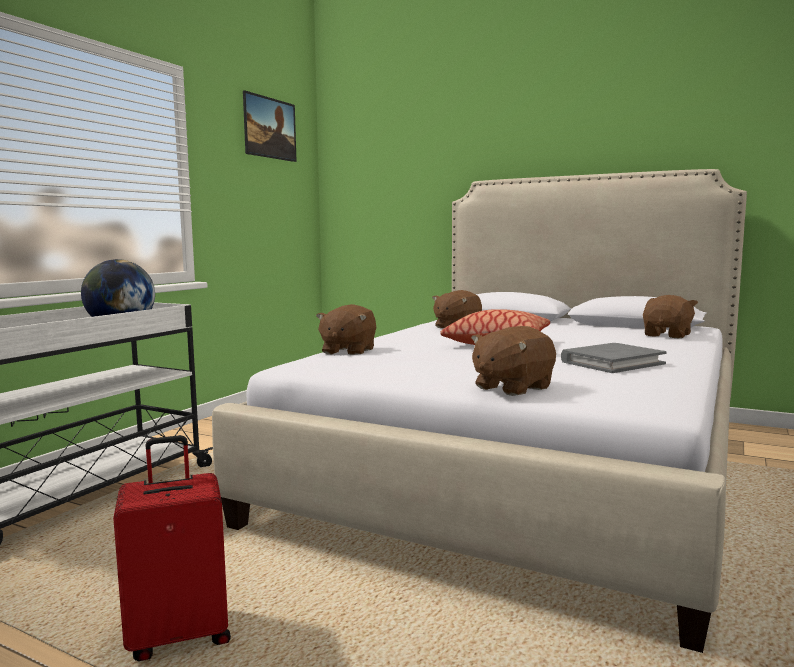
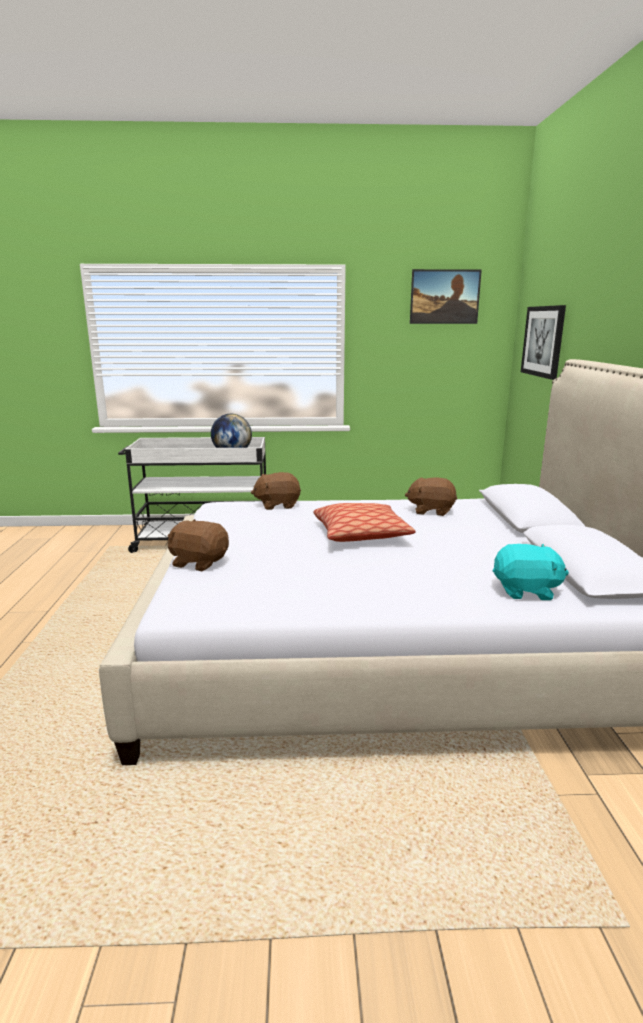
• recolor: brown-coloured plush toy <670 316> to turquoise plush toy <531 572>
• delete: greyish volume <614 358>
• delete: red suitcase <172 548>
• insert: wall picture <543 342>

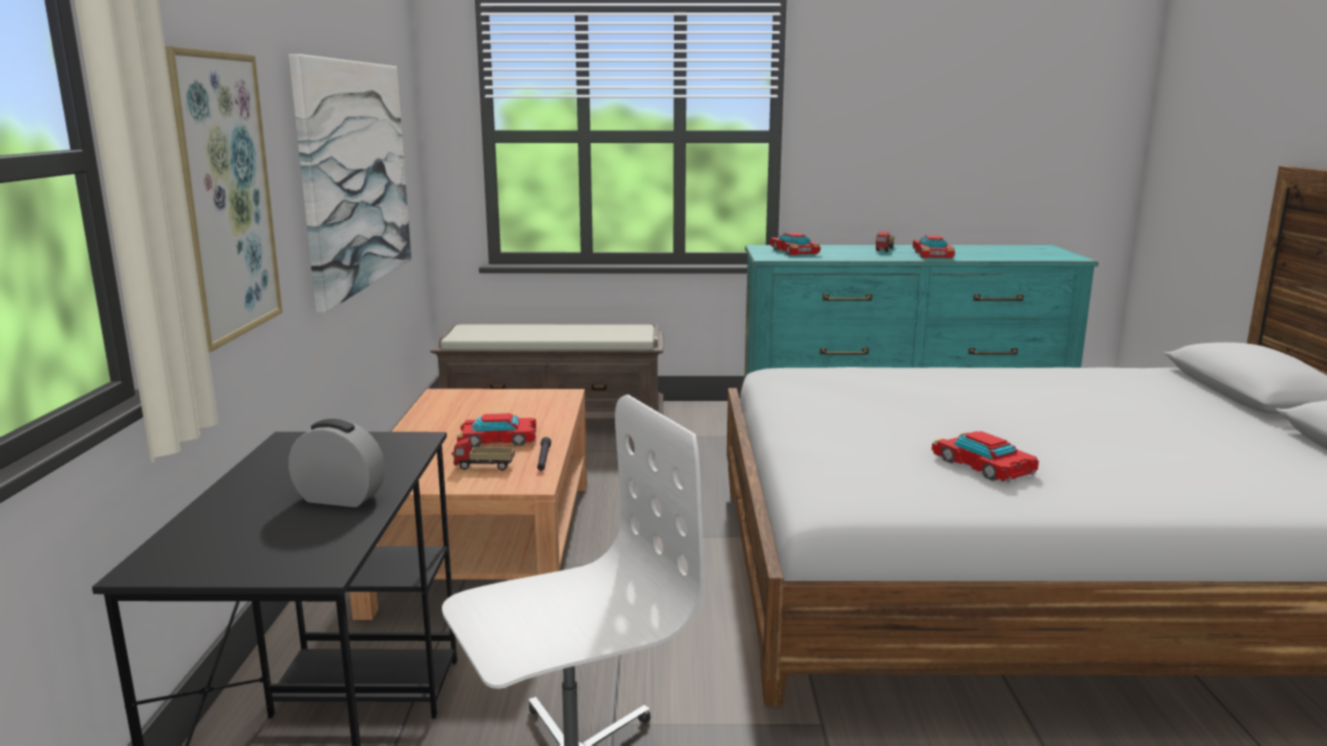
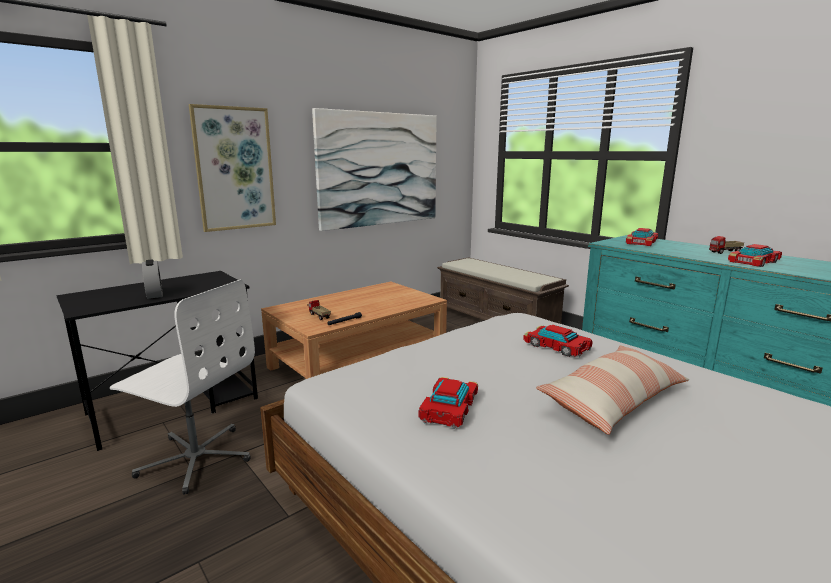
• move: model car <496 430> to <558 341>
• insert: cushion <612 390>

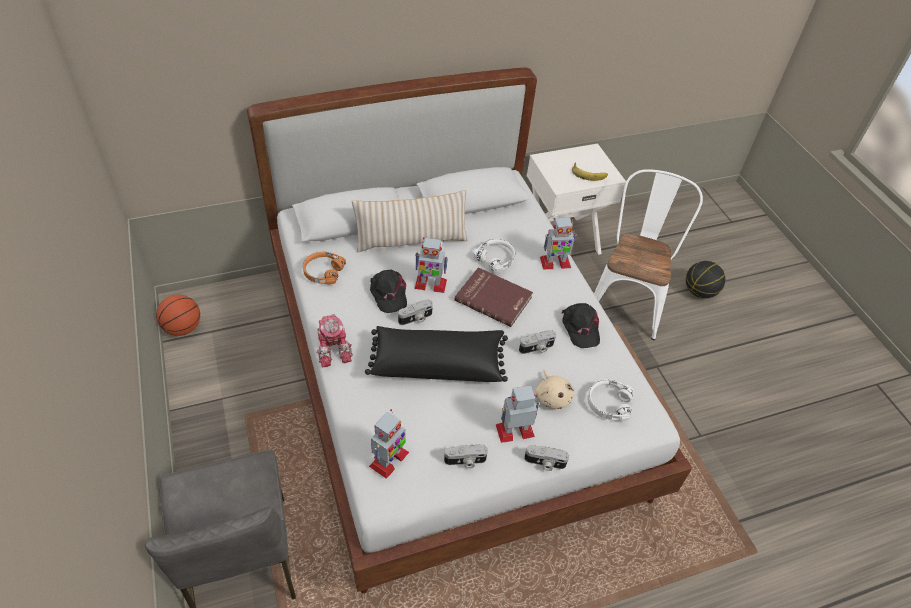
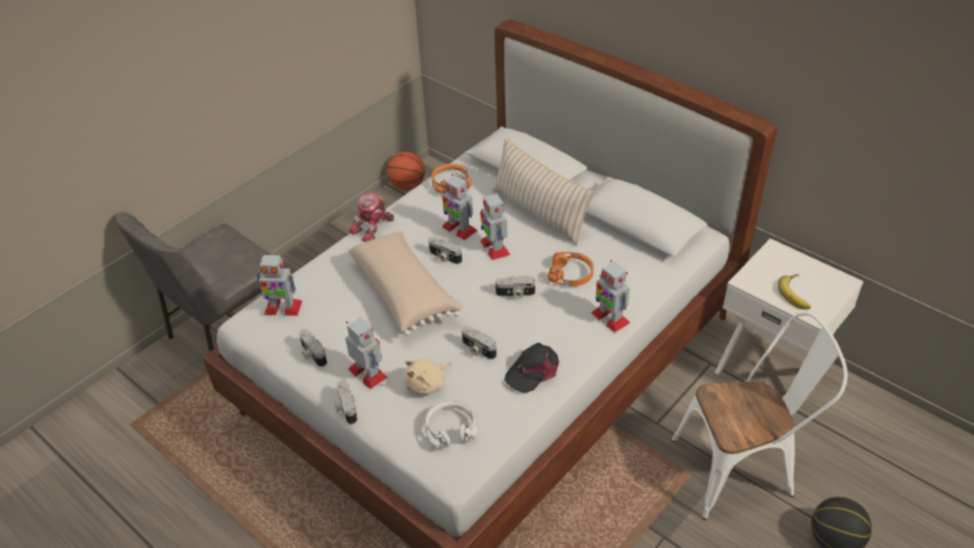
• recolor: white pair of headphones <495 255> to orange pair of headphones <571 269>
• replace: red volume <494 297> to photo camera <515 287>
• replace: black baseball cap <388 291> to model robot <459 207>
• recolor: black cushion <436 354> to beige-coloured cushion <405 283>

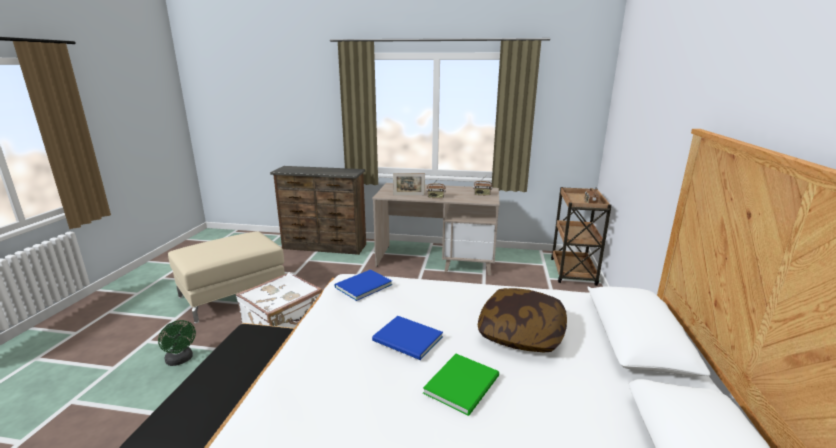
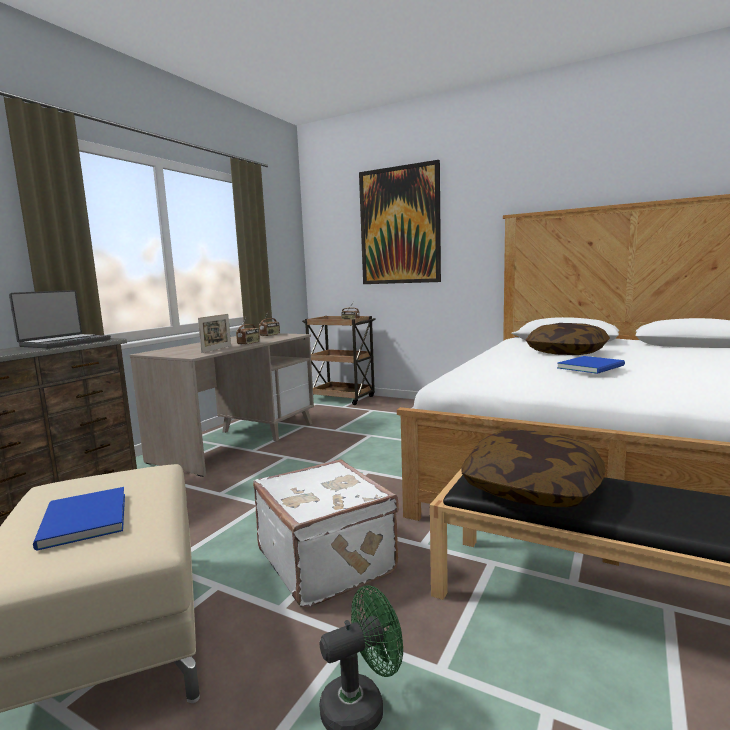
• move: blue-coloured volume <363 285> to <79 519>
• delete: green-coloured volume <461 385>
• insert: wall picture <400 222>
• insert: portable computer <60 319>
• insert: cushion <533 468>

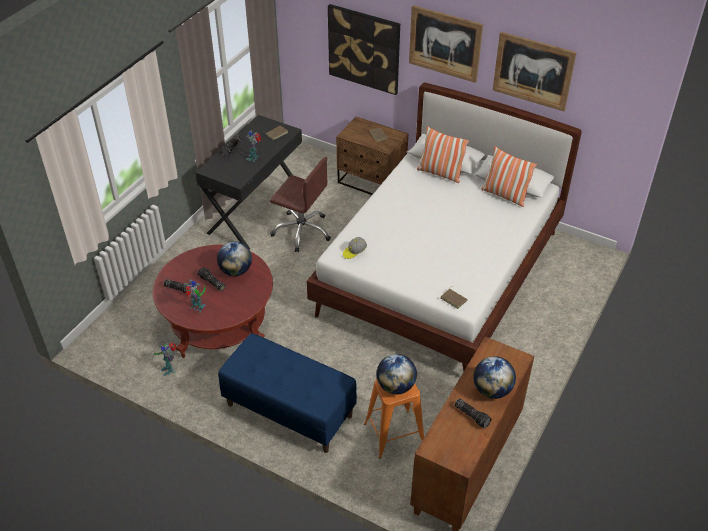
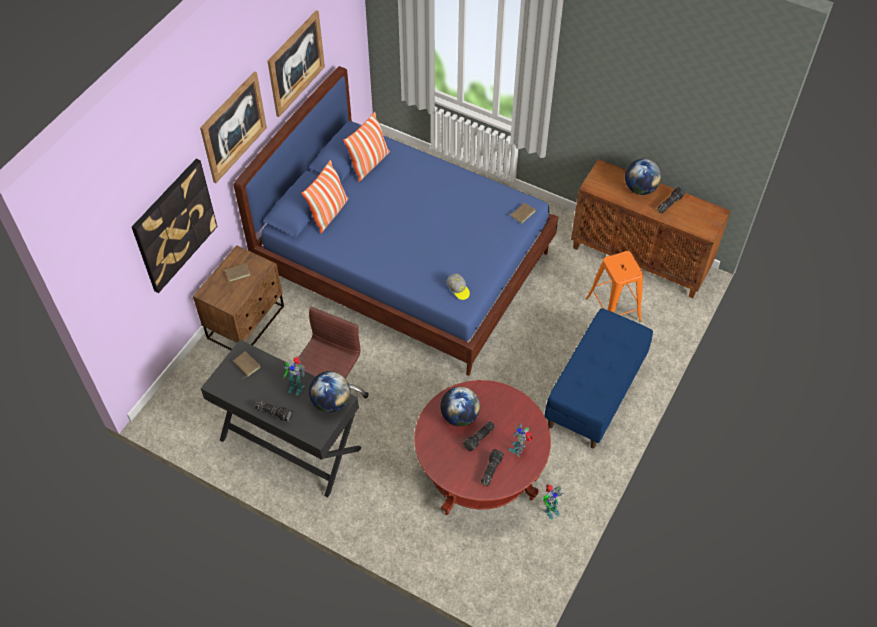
• recolor: white sleeping bed <444 227> to blue-coloured sleeping bed <396 221>
• move: desk globe <397 374> to <329 392>

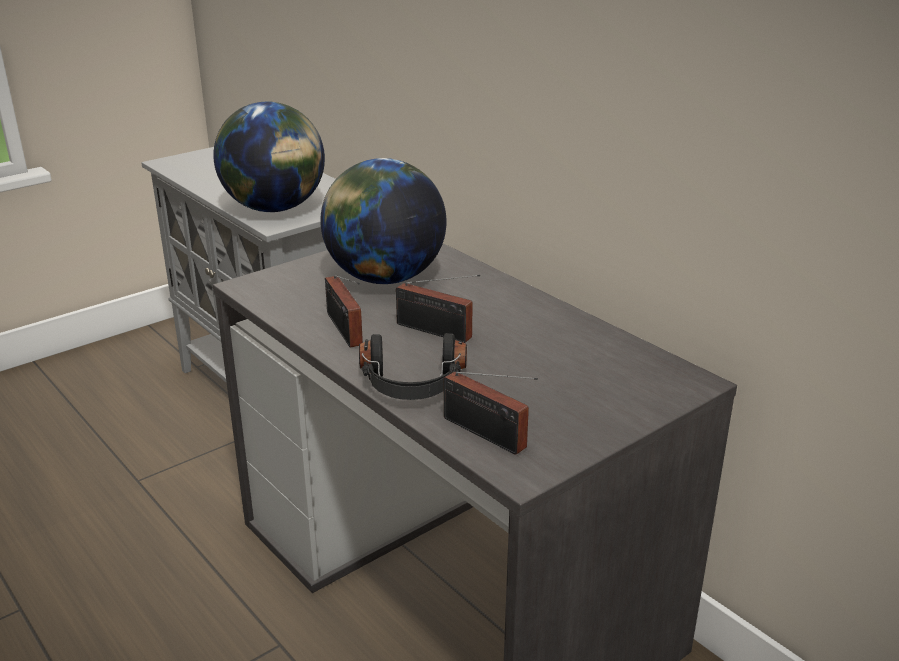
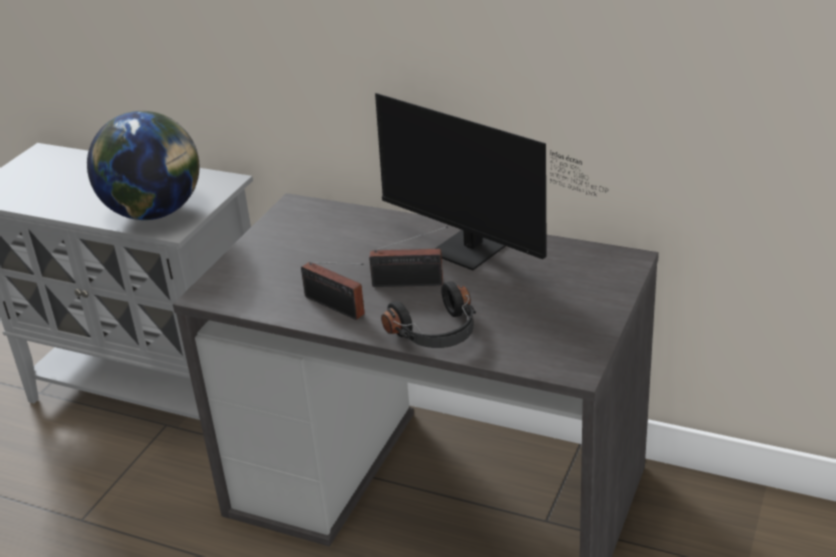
• delete: desk globe <383 221>
• delete: radio receiver <491 413>
• insert: monitor <490 181>

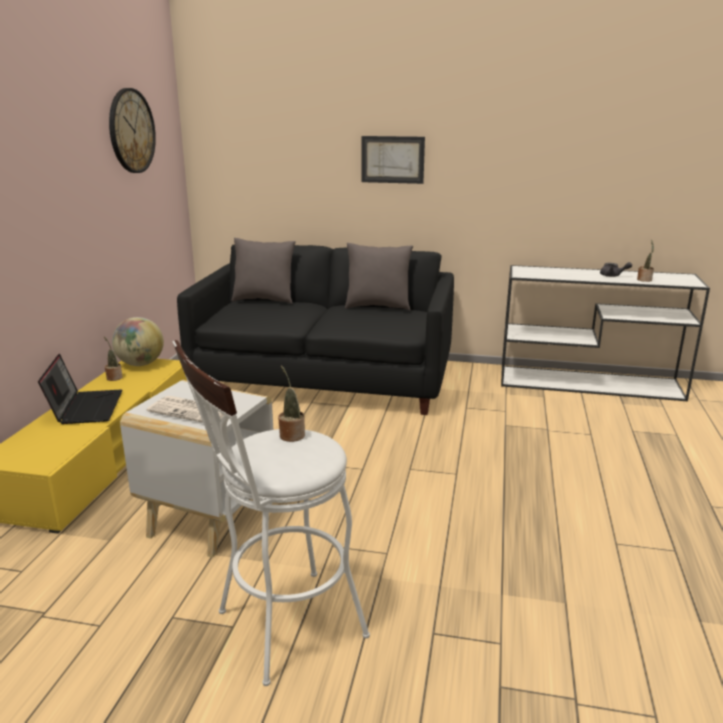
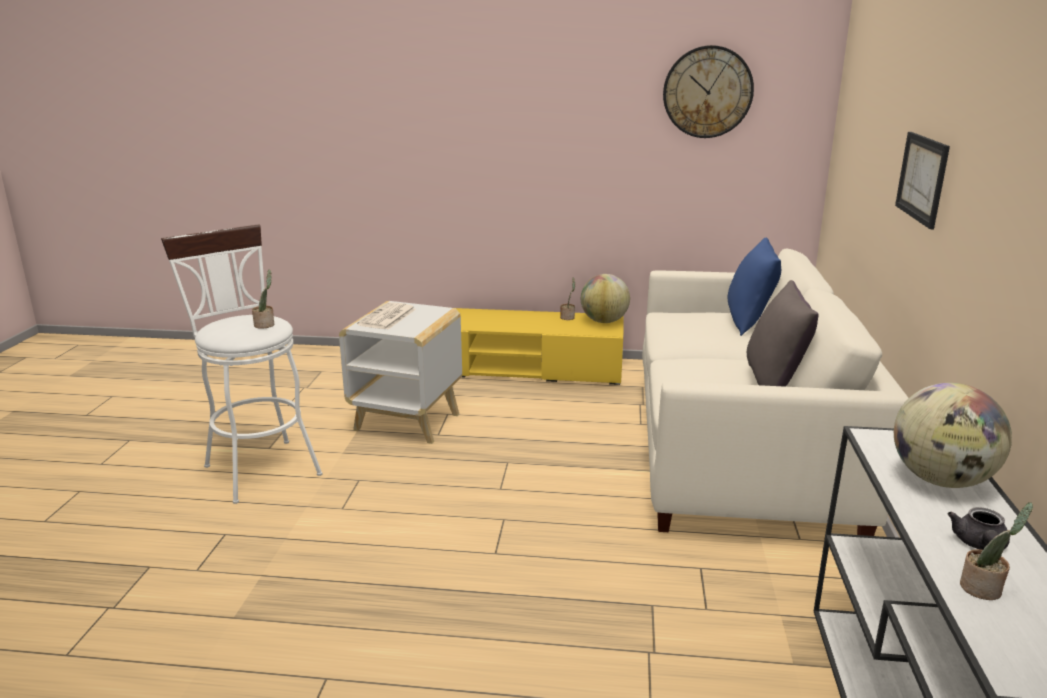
• recolor: greyish cushion <264 271> to blue-coloured cushion <754 287>
• recolor: black settee <315 329> to white settee <775 392>
• delete: portable computer <80 389>
• insert: desk globe <953 435>

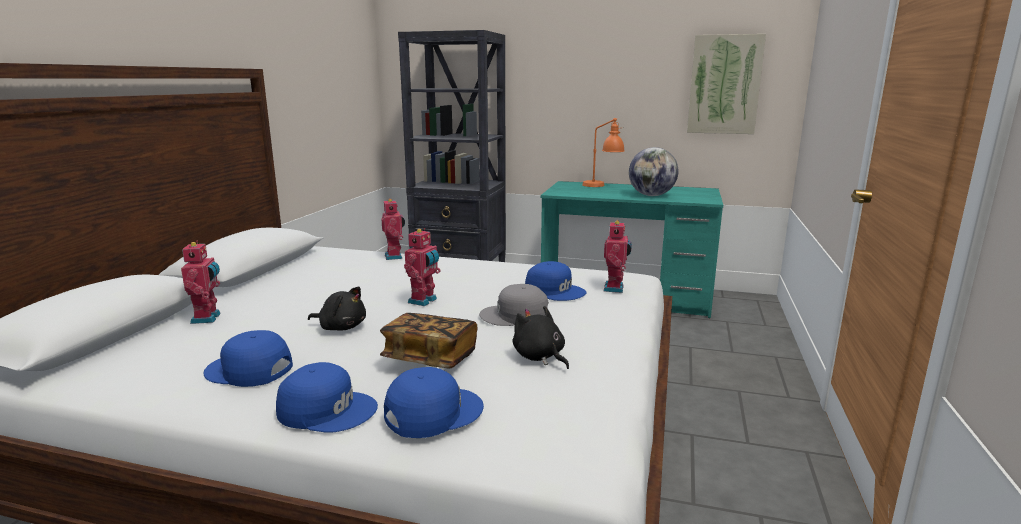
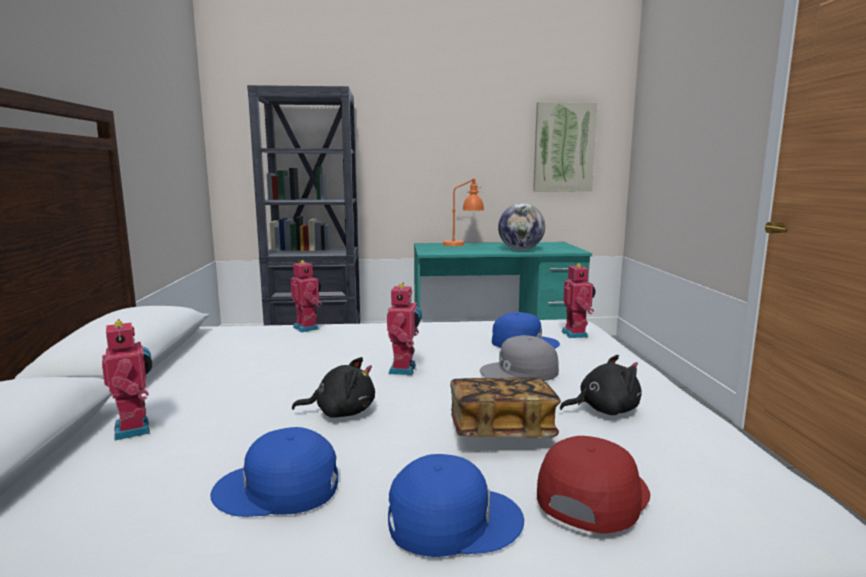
• rotate: black plush toy <541 337> = <601 385> 135 degrees clockwise
• recolor: blue-coloured baseball cap <434 402> to red baseball cap <593 485>

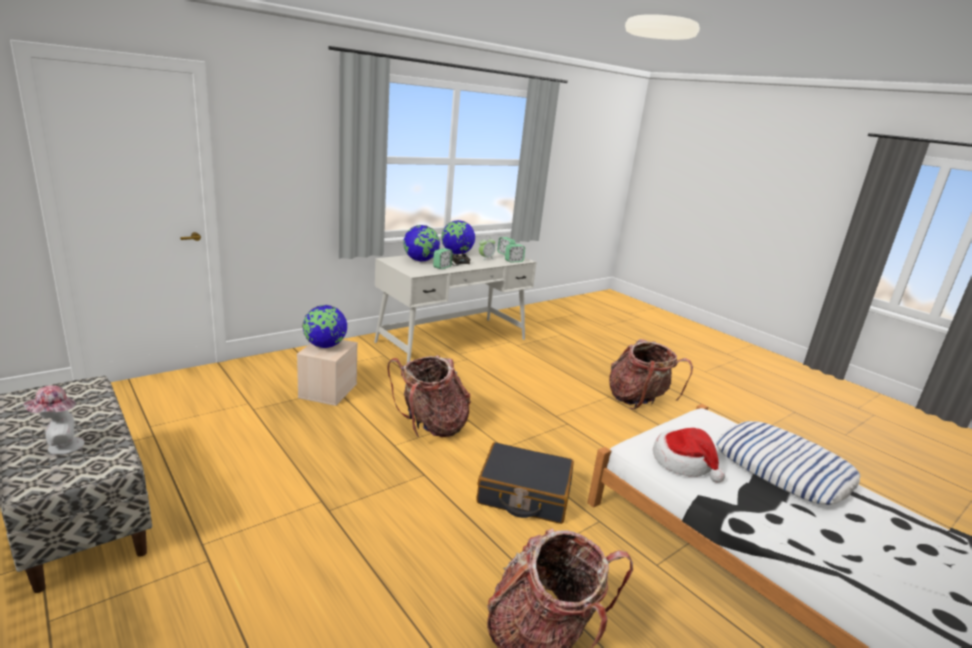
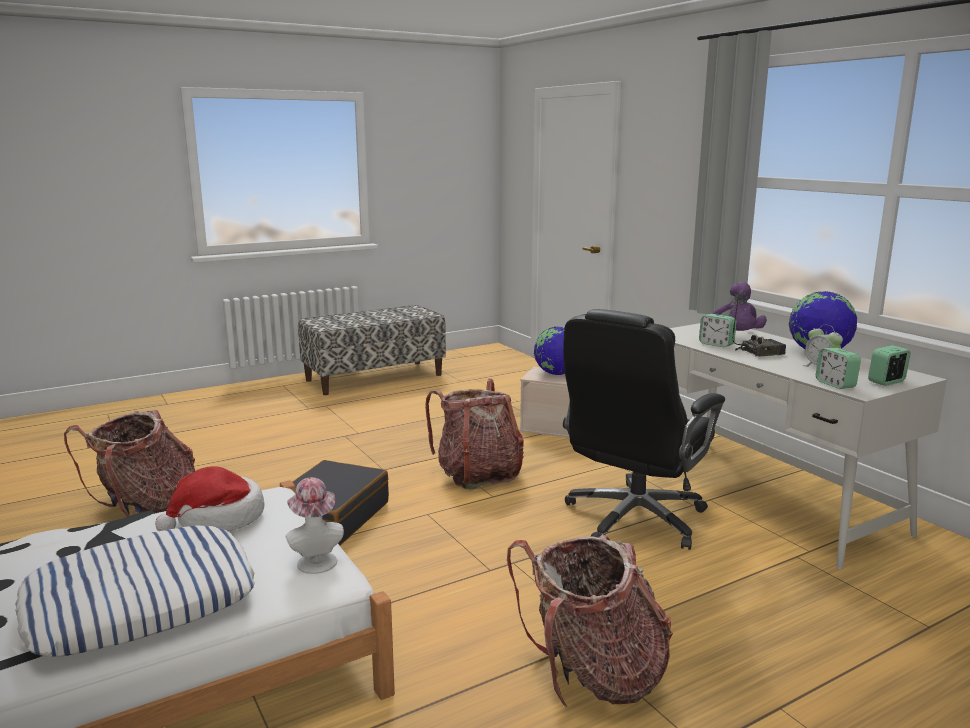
• replace: desk globe <421 243> to purple-coloured plush toy <739 306>
• move: wearable hat <54 420> to <315 525>
• insert: black desk chair <644 429>

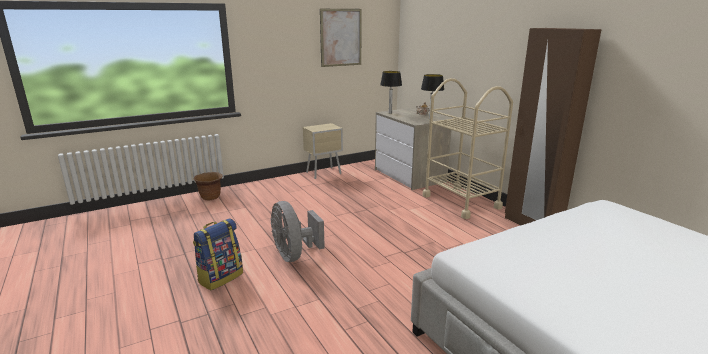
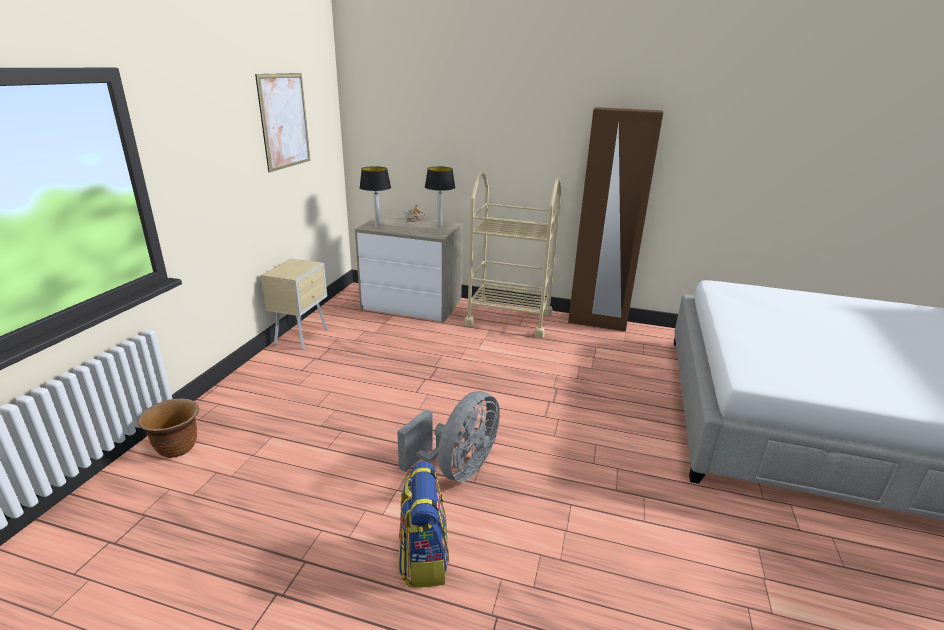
• rotate: greyish fan <298 231> = <448 436> 75 degrees counterclockwise

